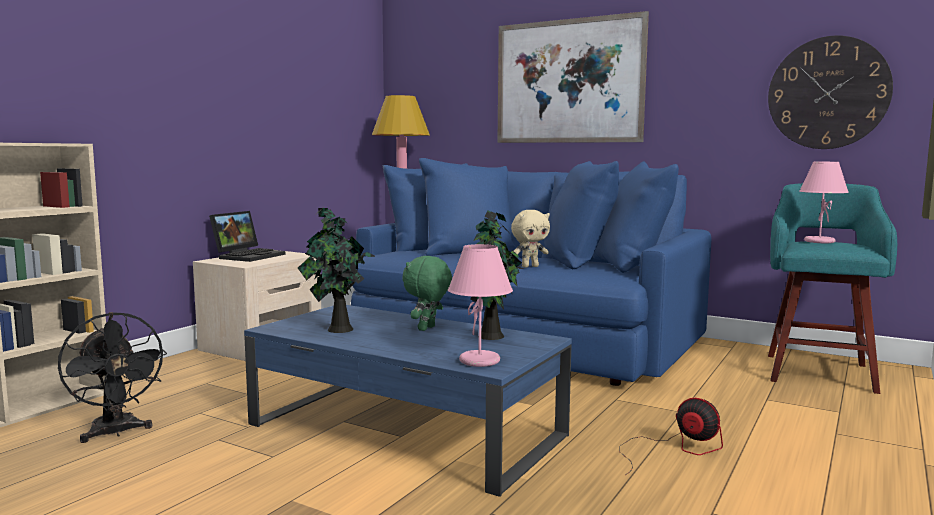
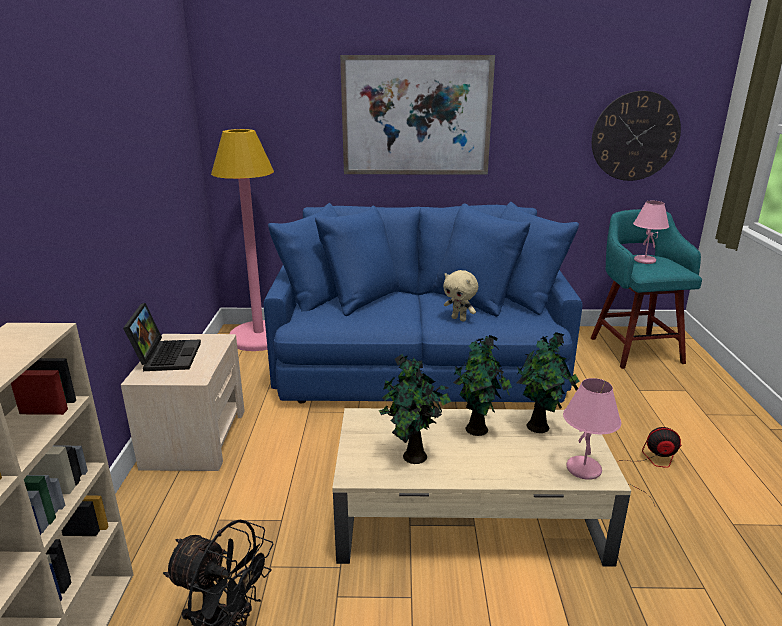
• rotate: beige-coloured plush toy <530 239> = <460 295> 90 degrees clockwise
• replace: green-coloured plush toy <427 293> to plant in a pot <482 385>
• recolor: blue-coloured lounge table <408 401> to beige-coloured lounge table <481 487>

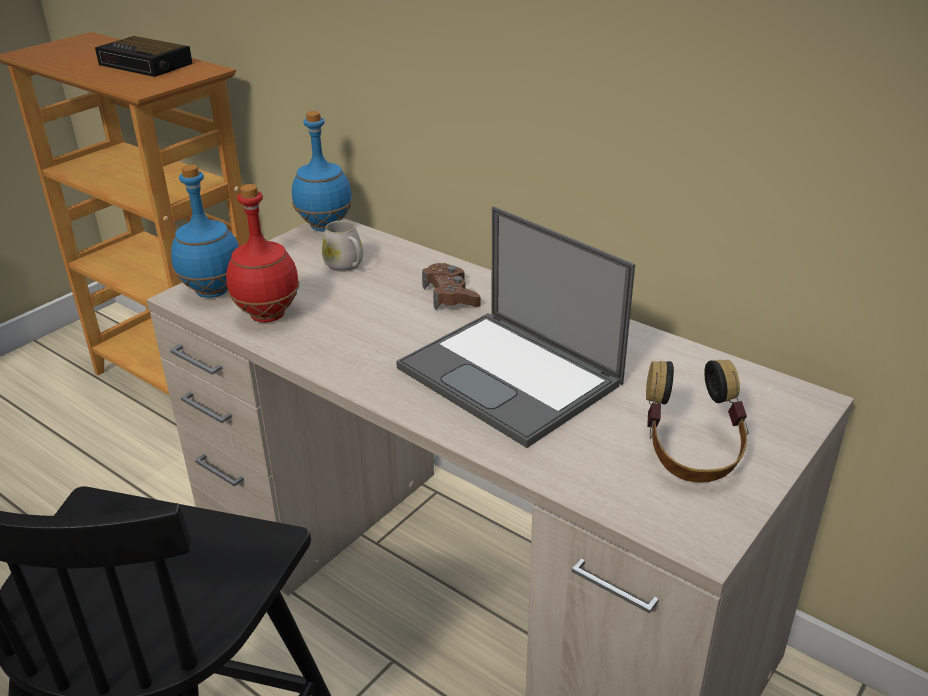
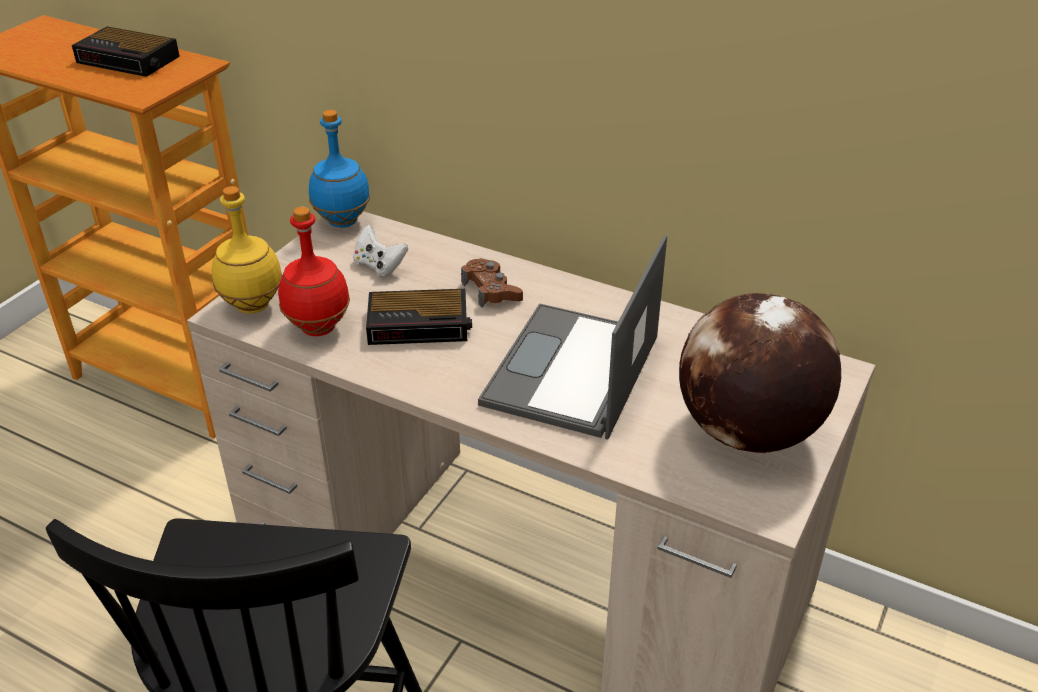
• recolor: blue-coloured drink bottle <205 231> to yellowish drink bottle <247 250>
• rotate: portable computer <515 327> = <572 337> 75 degrees clockwise
• replace: white mug <342 246> to white gamepad <380 251>
• replace: pair of headphones <697 421> to desk globe <760 373>
• insert: table clock <419 317>

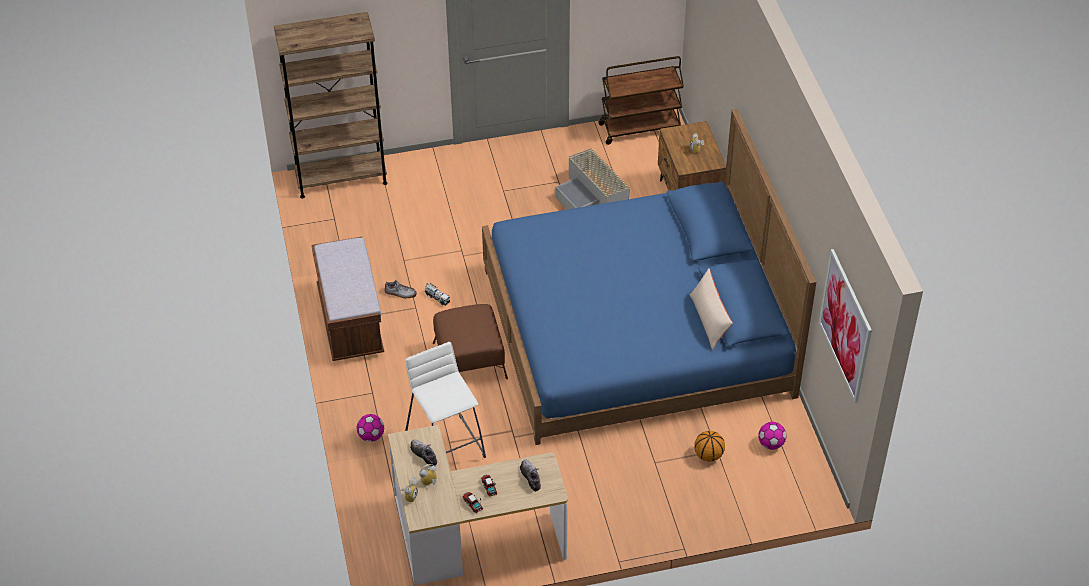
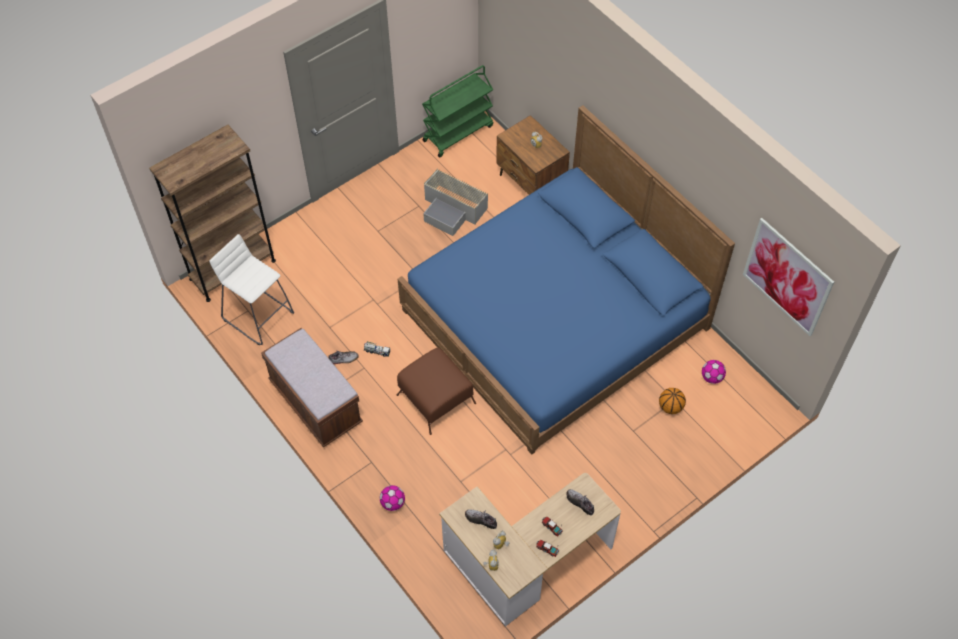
• recolor: brown-coloured wheeled cart <641 100> to green-coloured wheeled cart <457 111>
• delete: beige-coloured cushion <711 309>
• move: white stool seat <445 400> to <252 289>

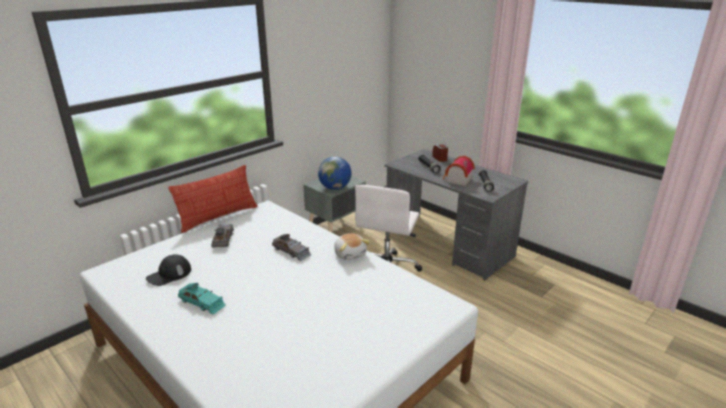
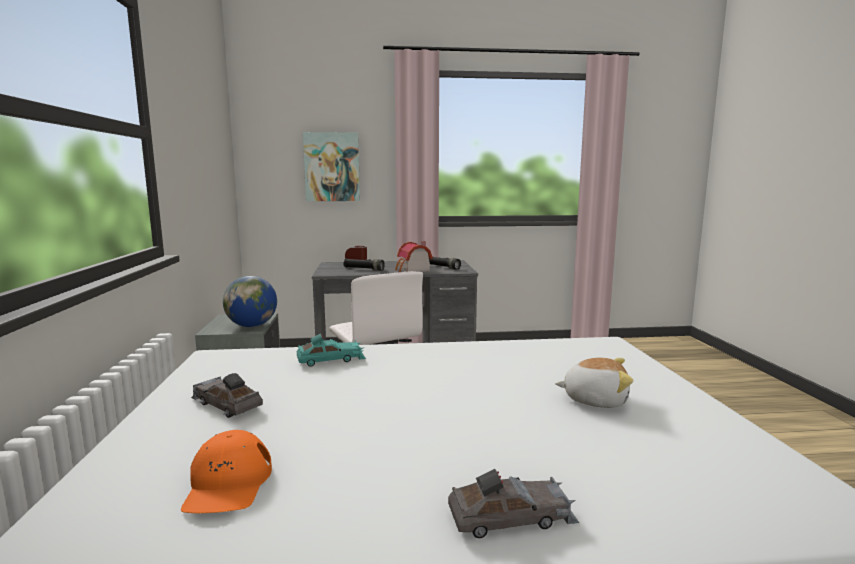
• delete: cushion <213 199>
• move: plush toy <352 246> to <594 383>
• move: greyish model car <291 247> to <513 503>
• recolor: black baseball cap <168 270> to orange baseball cap <226 471>
• move: turquoise model car <202 299> to <331 350>
• insert: wall picture <331 166>

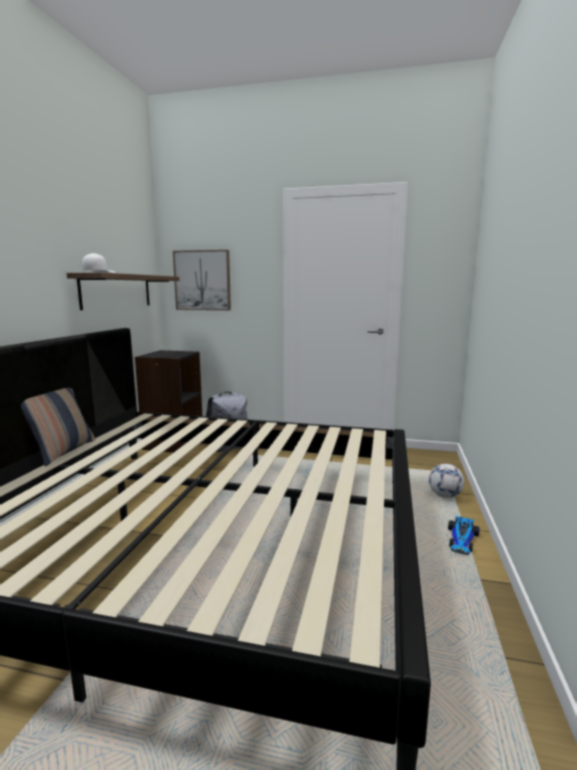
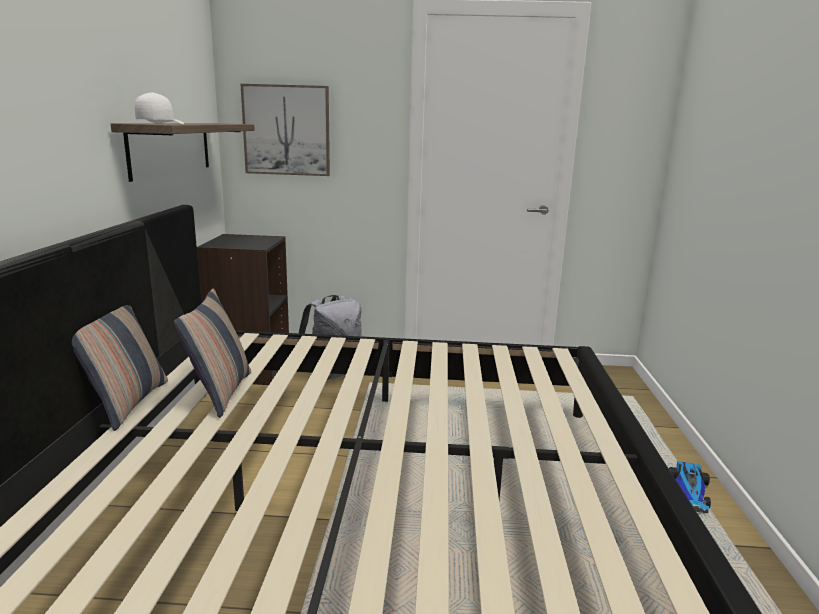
• delete: football ball <446 481>
• insert: cushion <212 353>

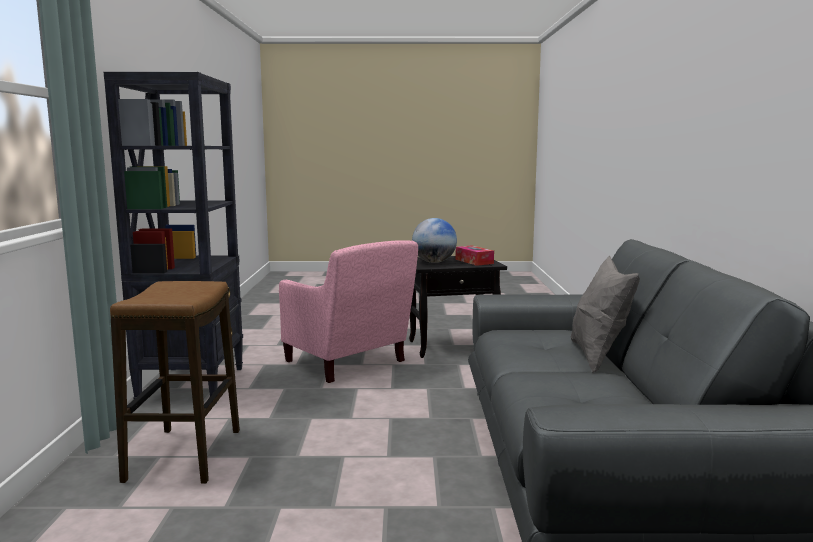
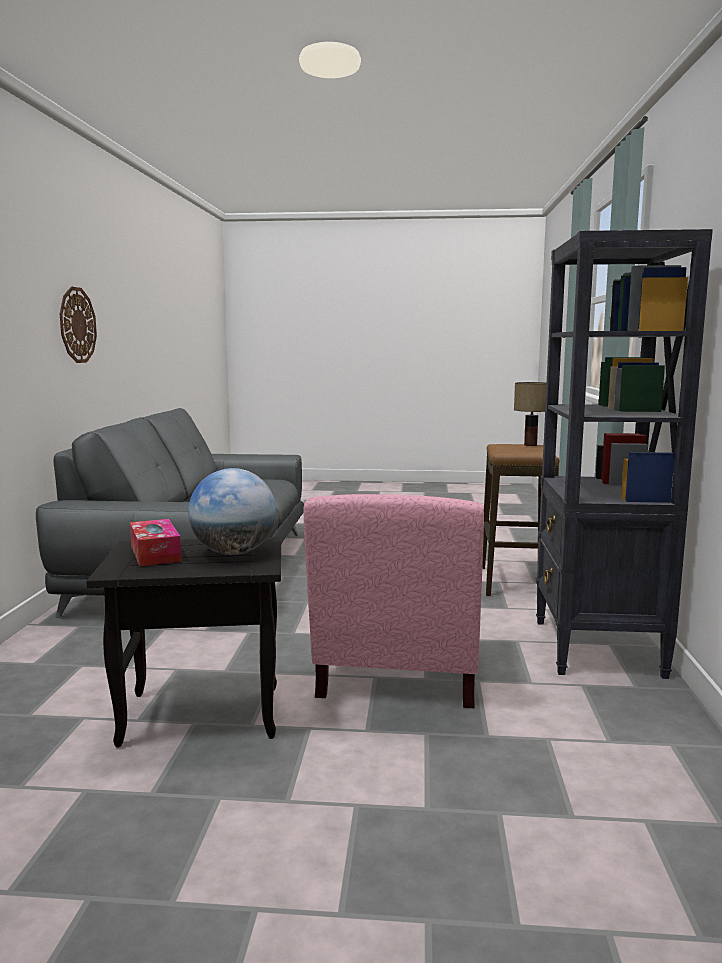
• rotate: pink-coloured easy chair <348 311> = <393 601> 135 degrees counterclockwise
• delete: greyish cushion <605 314>
• insert: hanging clock <78 325>
• insert: tabletop lamp <530 414>

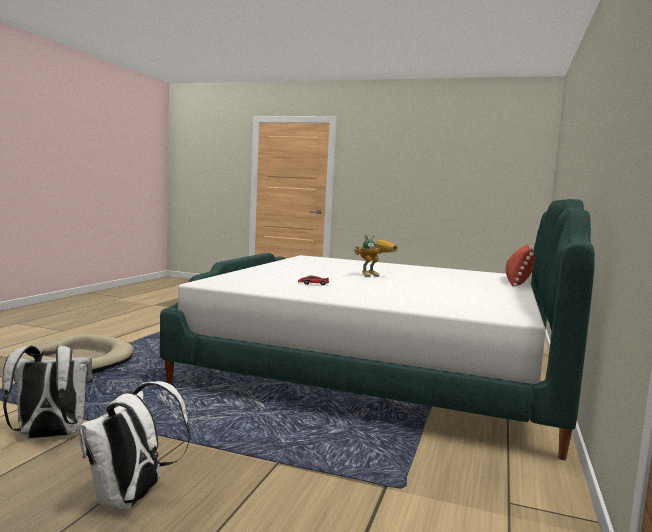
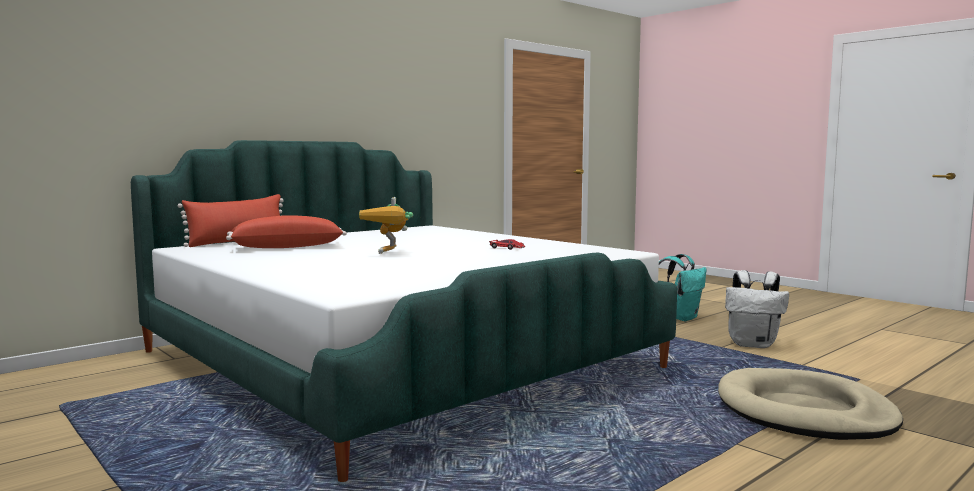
• rotate: model robot <376 256> = <386 225> 90 degrees counterclockwise
• recolor: white rucksack <134 445> to turquoise rucksack <683 288>
• insert: red cushion <286 231>

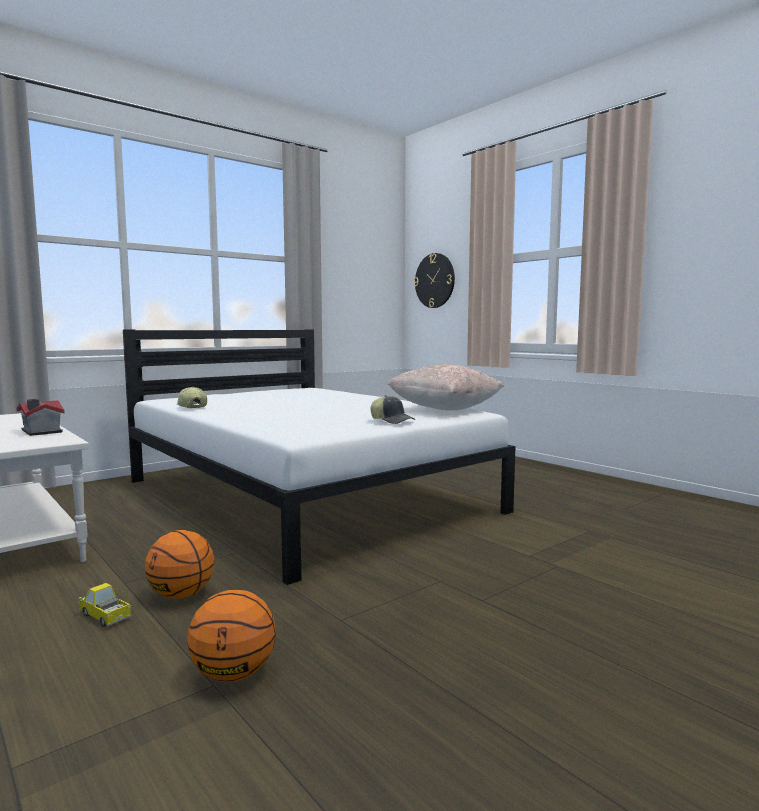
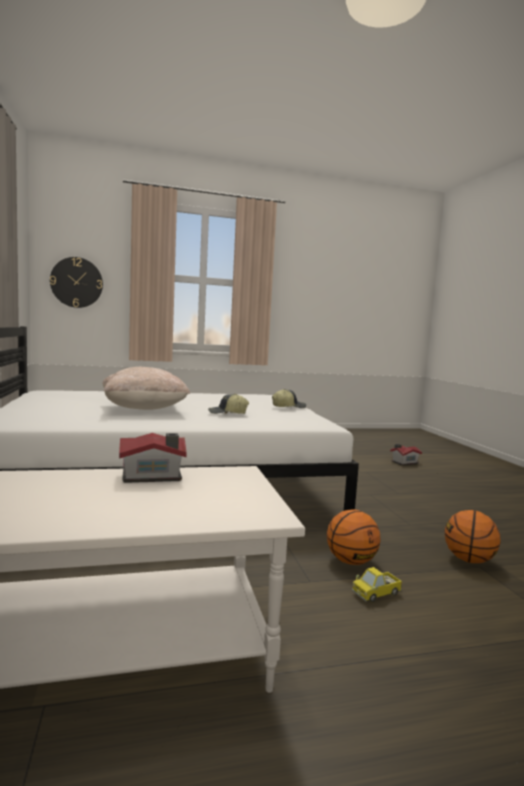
• move: beige-coloured cushion <445 387> to <146 388>
• move: baseball cap <191 397> to <228 404>
• insert: miniature house <406 455>

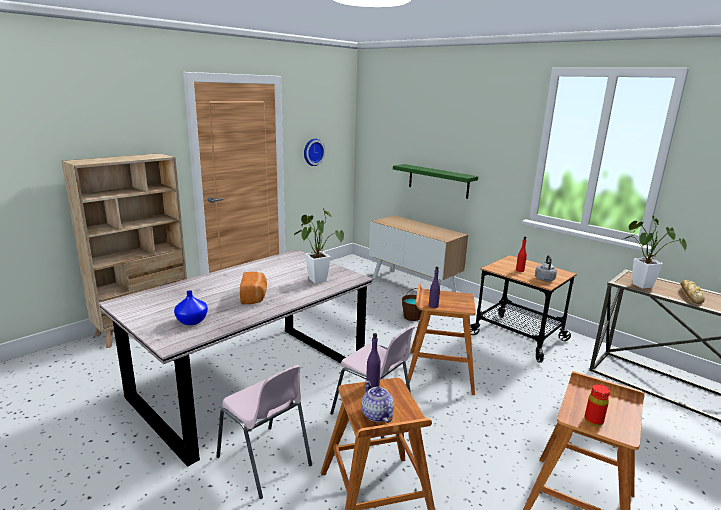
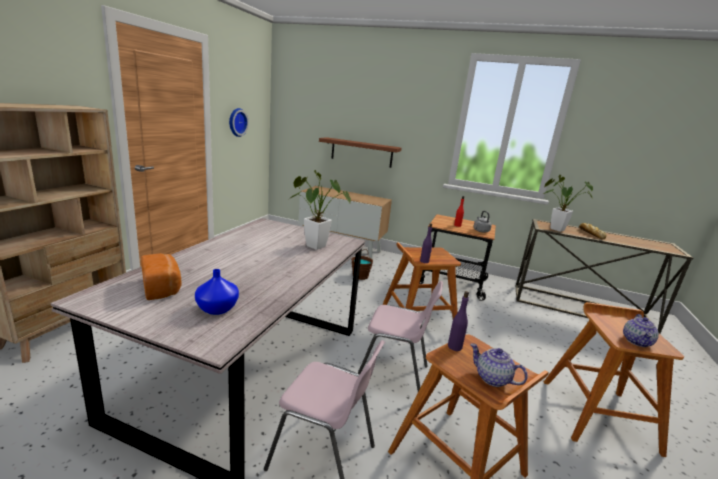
• recolor: green-coloured bracket shelf <435 181> to brown-coloured bracket shelf <360 152>
• move: bakery bread <253 288> to <161 276>
• replace: red drink bottle <597 405> to tea pot <641 330>

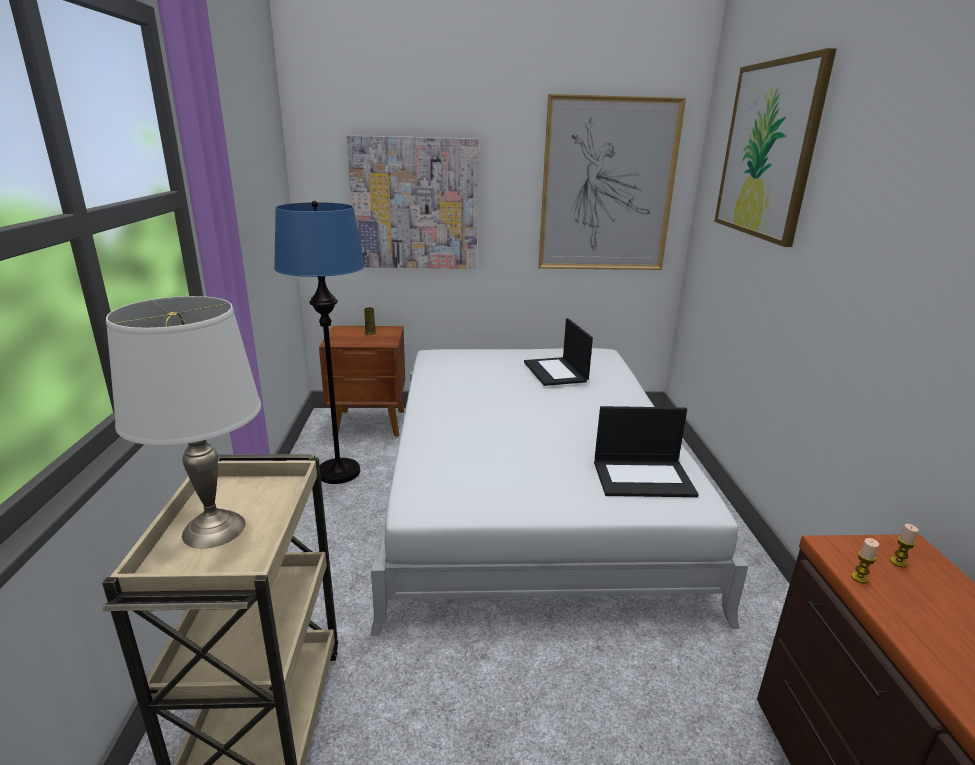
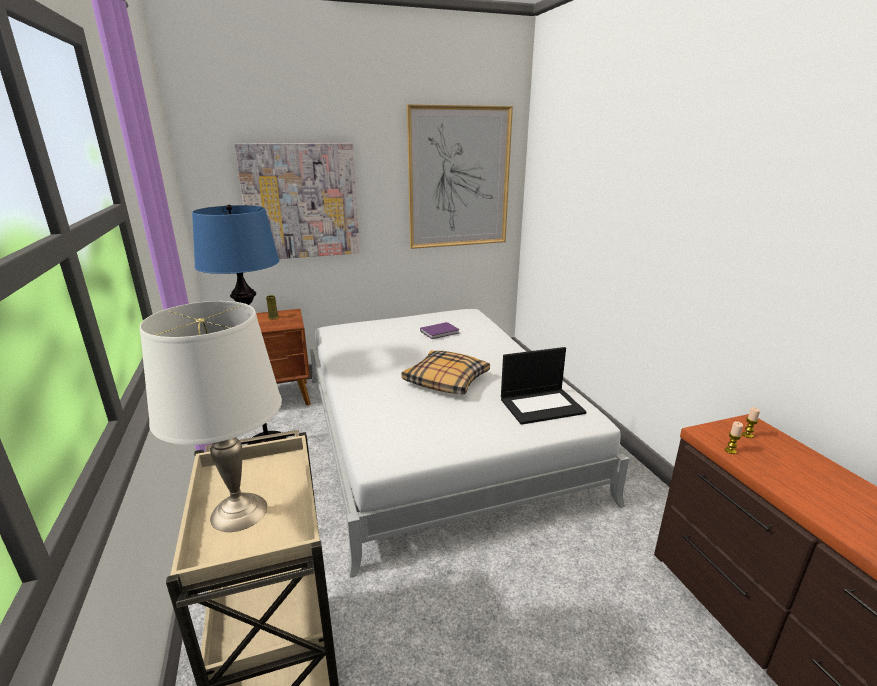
• delete: wall picture <775 147>
• replace: portable computer <558 352> to purple-coloured volume <440 330>
• insert: cushion <445 372>

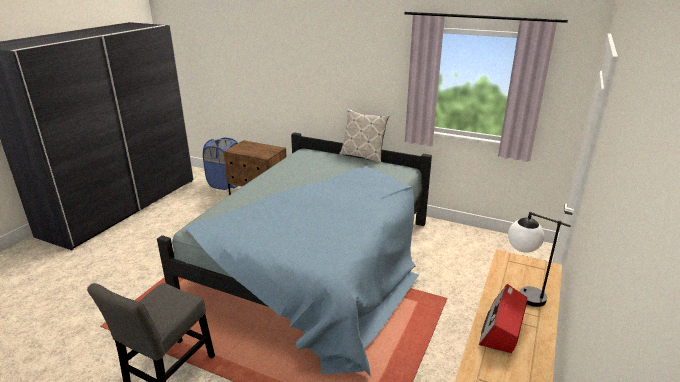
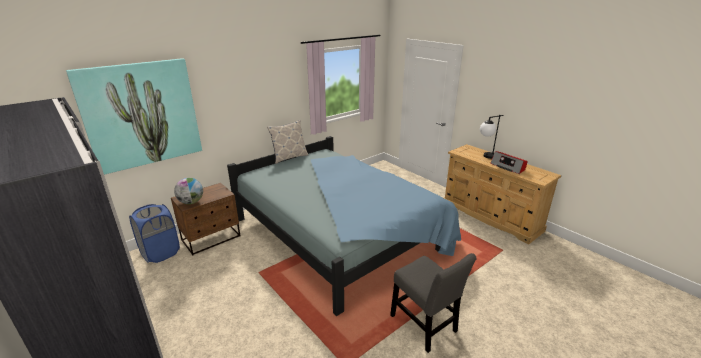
• insert: wall picture <134 116>
• insert: desk globe <188 191>

